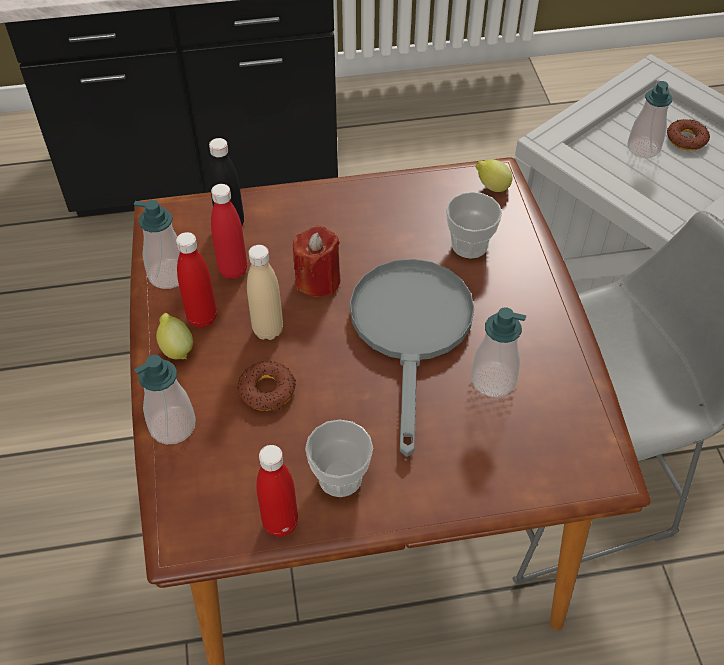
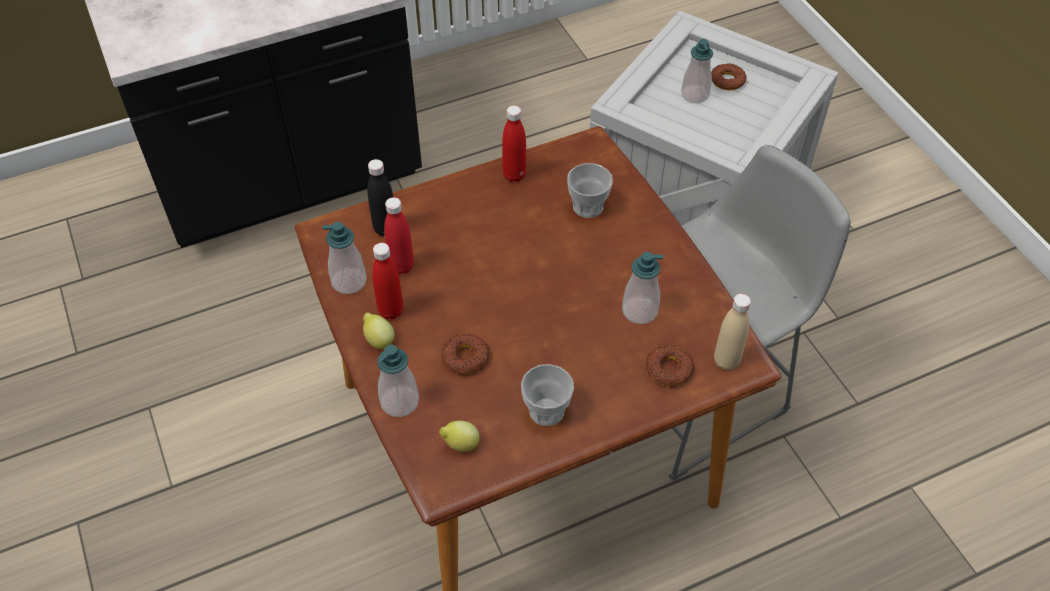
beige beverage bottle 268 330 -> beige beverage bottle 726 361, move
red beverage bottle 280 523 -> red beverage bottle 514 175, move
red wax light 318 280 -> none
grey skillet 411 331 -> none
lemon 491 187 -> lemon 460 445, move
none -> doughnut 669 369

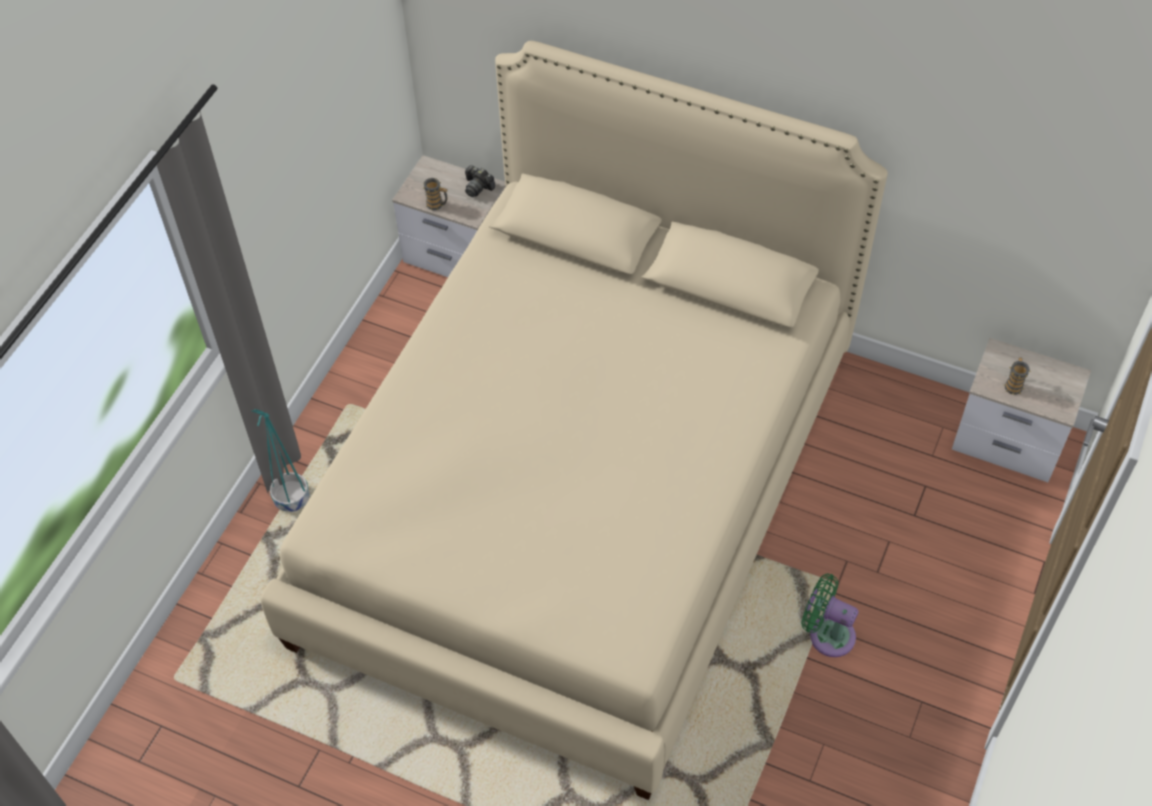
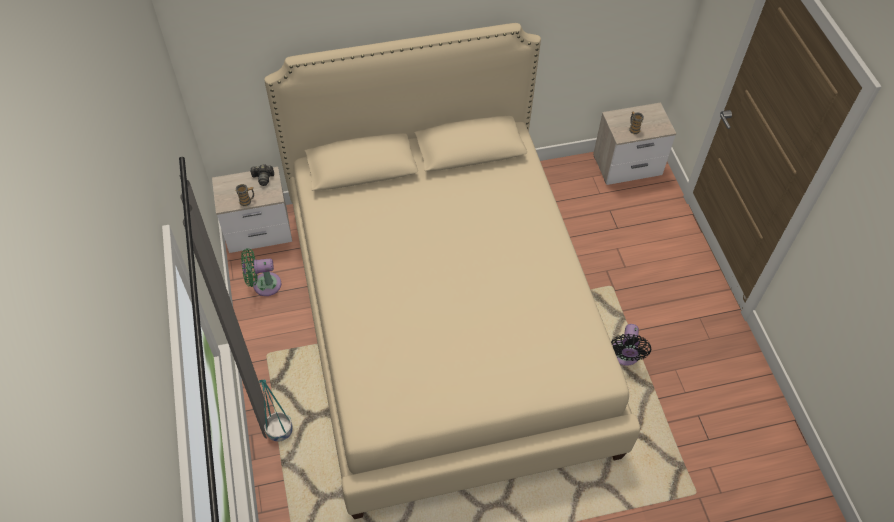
green electric fan 827 633 -> green electric fan 263 284, move
none -> blackish electric fan 624 356

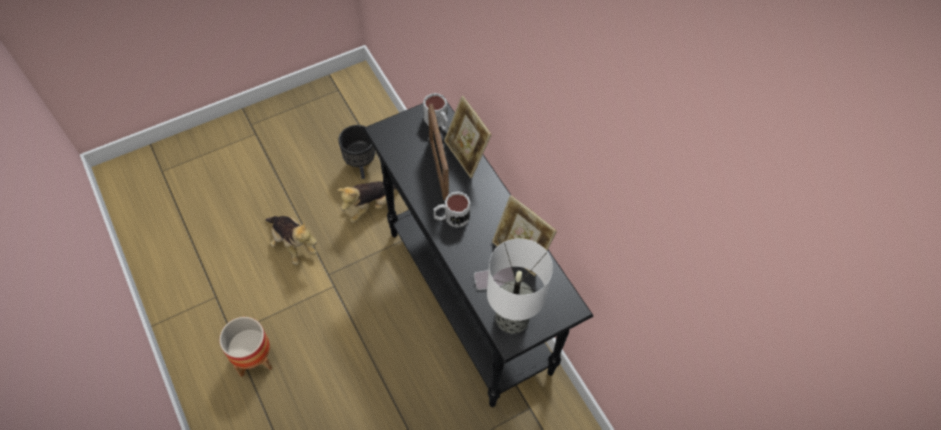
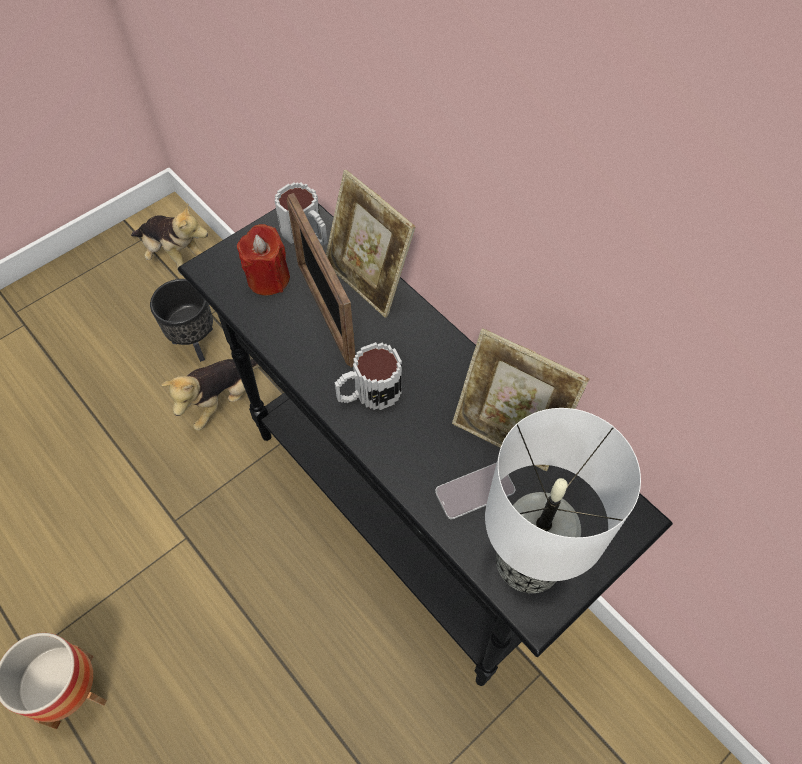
plush toy 293 244 -> plush toy 175 257, move
none -> red wax light 268 278

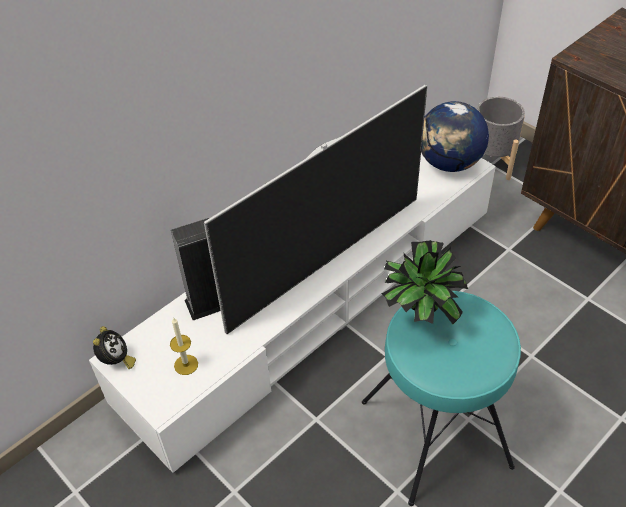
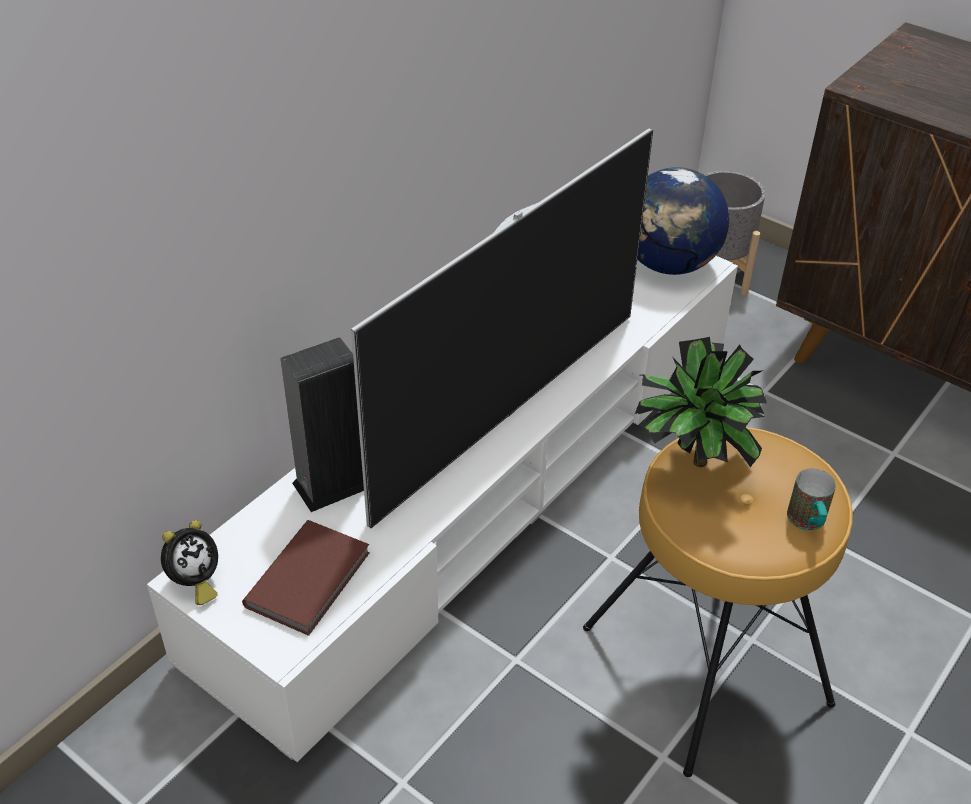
table clock 116 361 -> table clock 194 583, 45 degrees clockwise
wax light 186 365 -> brown book 311 579
blue-green stool 436 432 -> brown stool 707 663
none -> tea mug 808 523

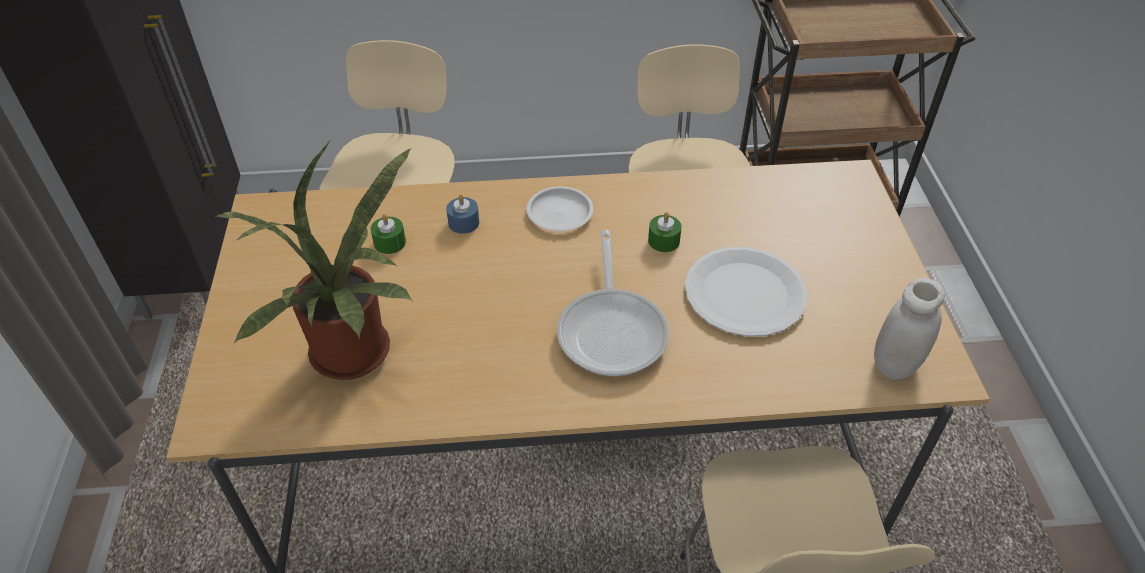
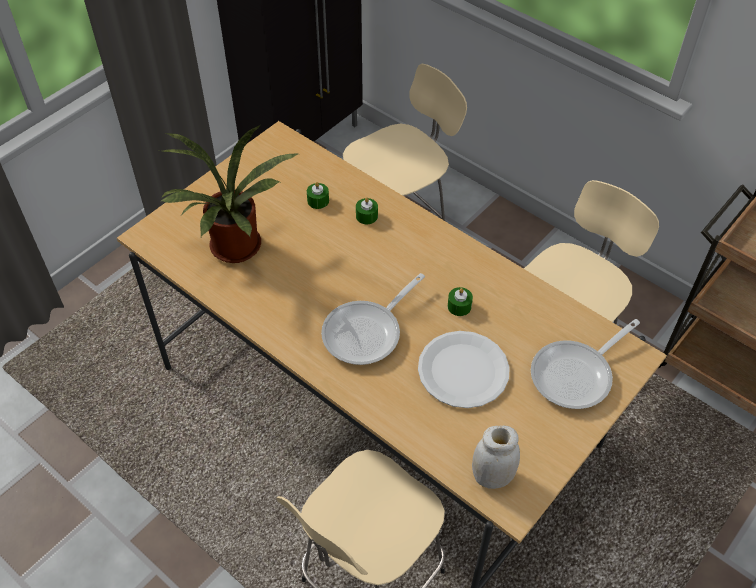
blue wax light 463 222 -> green wax light 366 216
whitish flat dish 559 213 -> none
none -> skillet 576 375

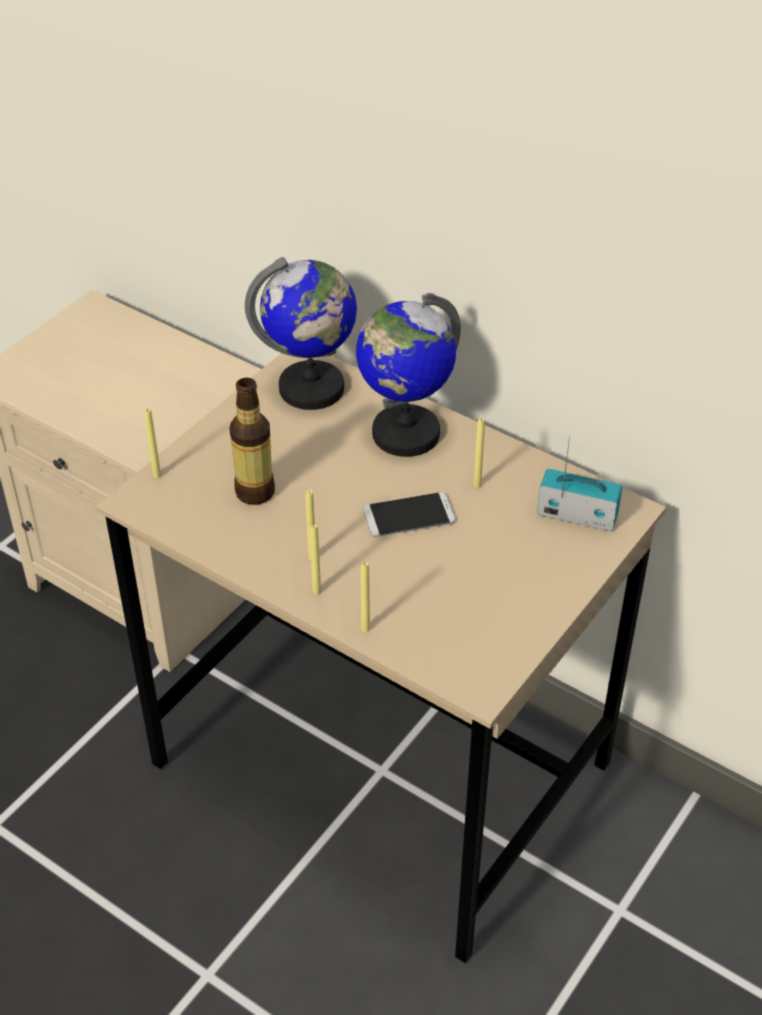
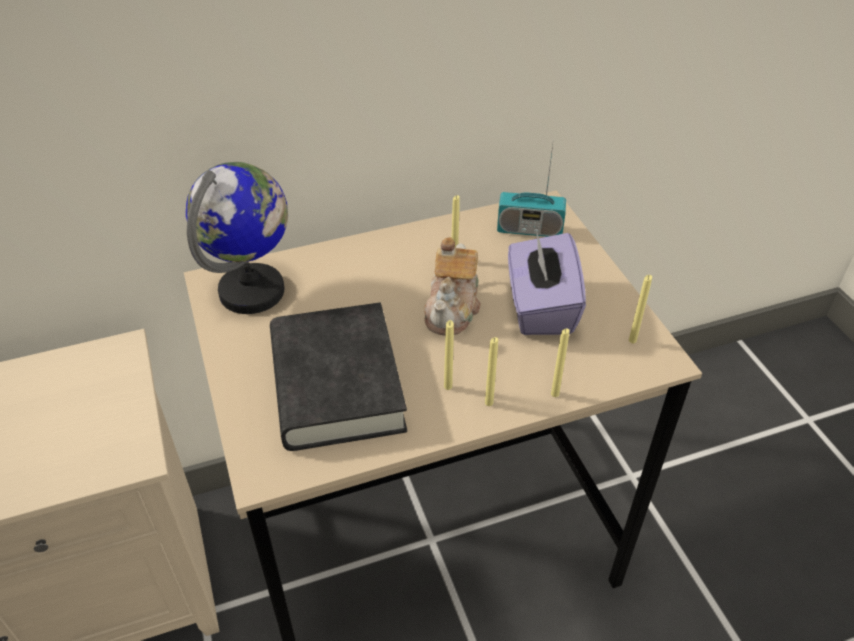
yellowish wax light 157 475 -> yellowish wax light 632 340, move
beverage bottle 255 492 -> blackish book 336 385
desk globe 404 433 -> none
phone 409 516 -> teapot 452 309
radio receiver 577 515 -> radio receiver 529 229, 135 degrees counterclockwise
none -> purple tissue holder 540 307

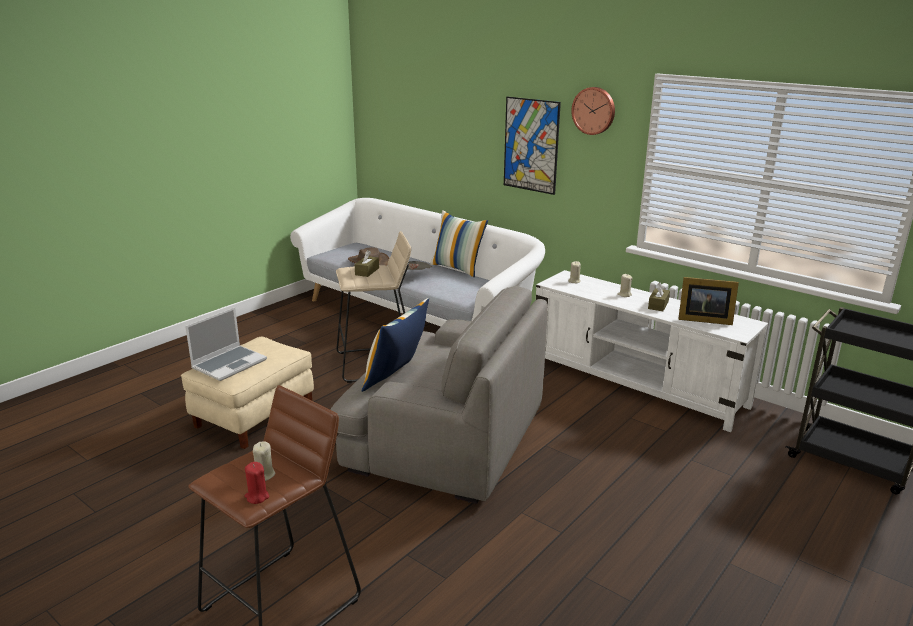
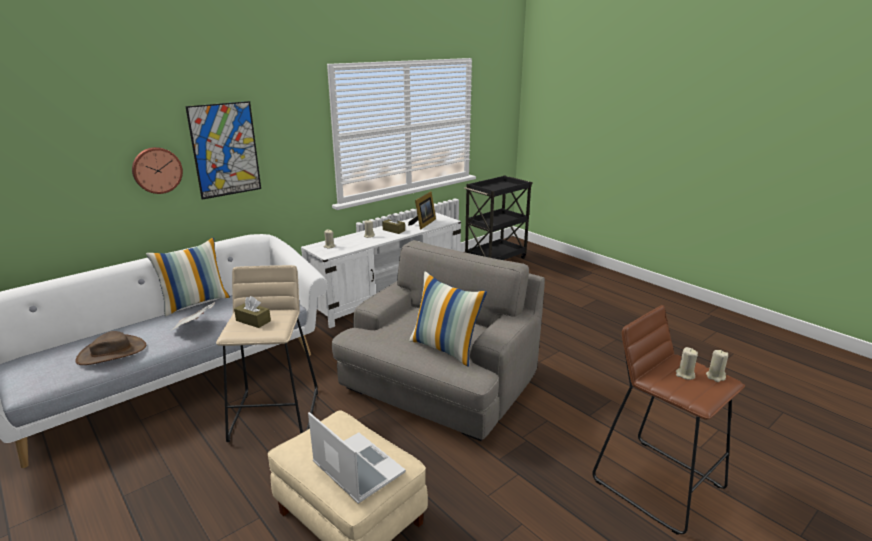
red wax light 257 497 -> beige wax light 715 376
hanging clock 594 110 -> hanging clock 157 170, move

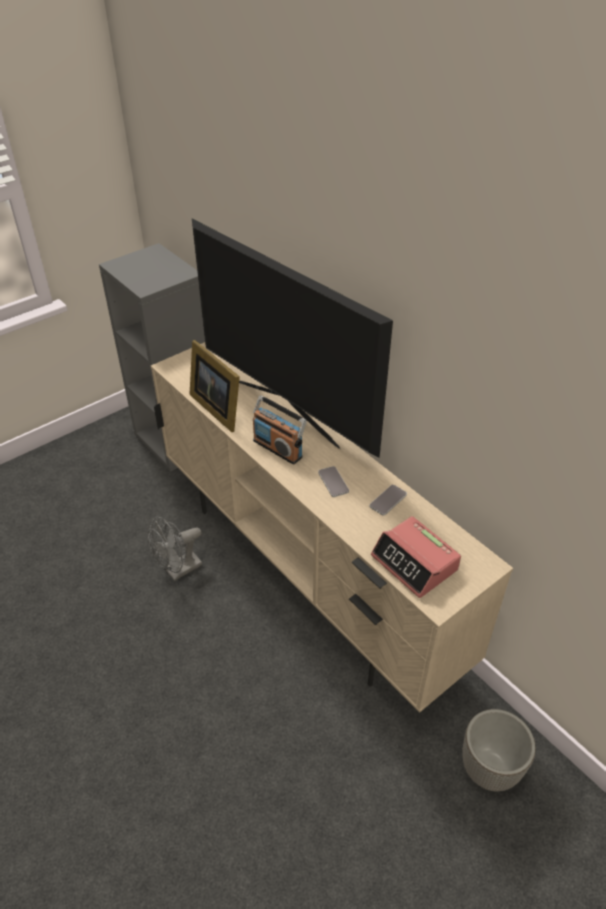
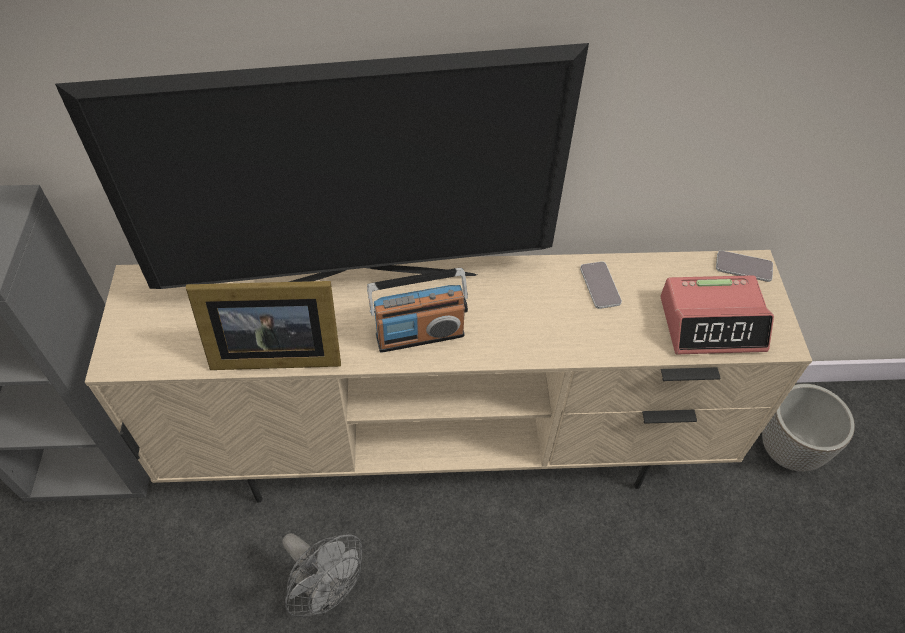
grey electric fan 178 570 -> grey electric fan 326 590, 45 degrees counterclockwise
phone 333 482 -> phone 743 267, move

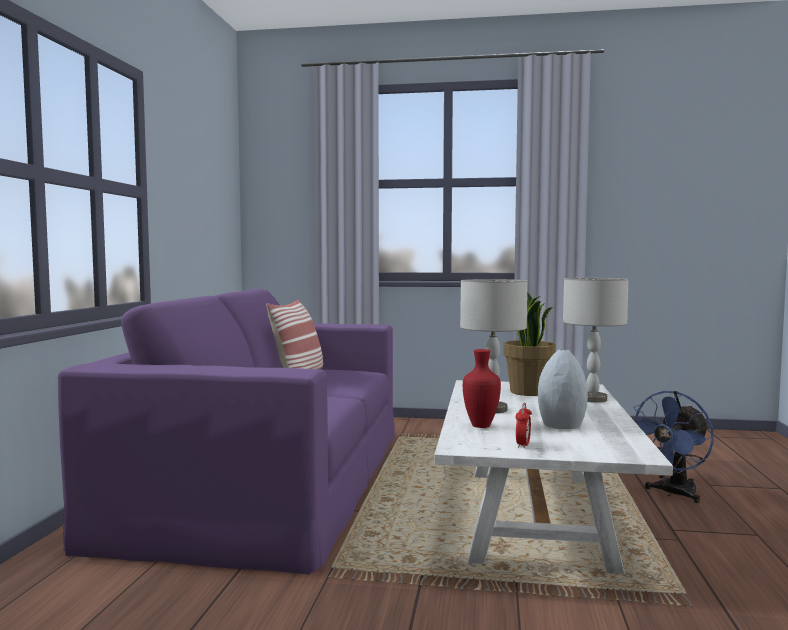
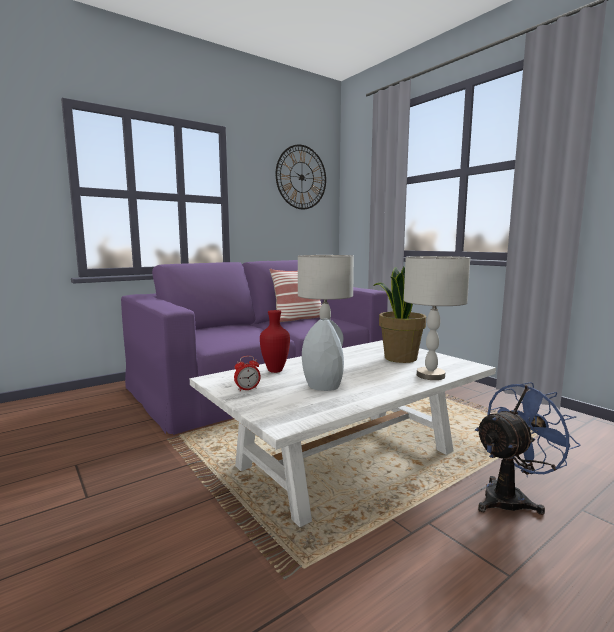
blue electric fan 673 494 -> blue electric fan 512 498, 150 degrees clockwise
none -> hanging clock 301 177

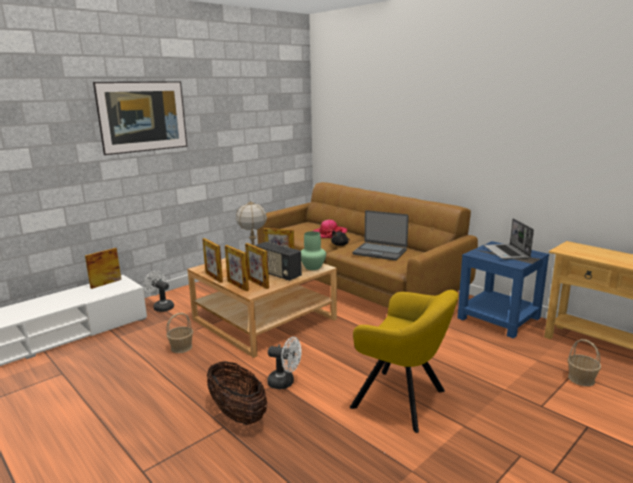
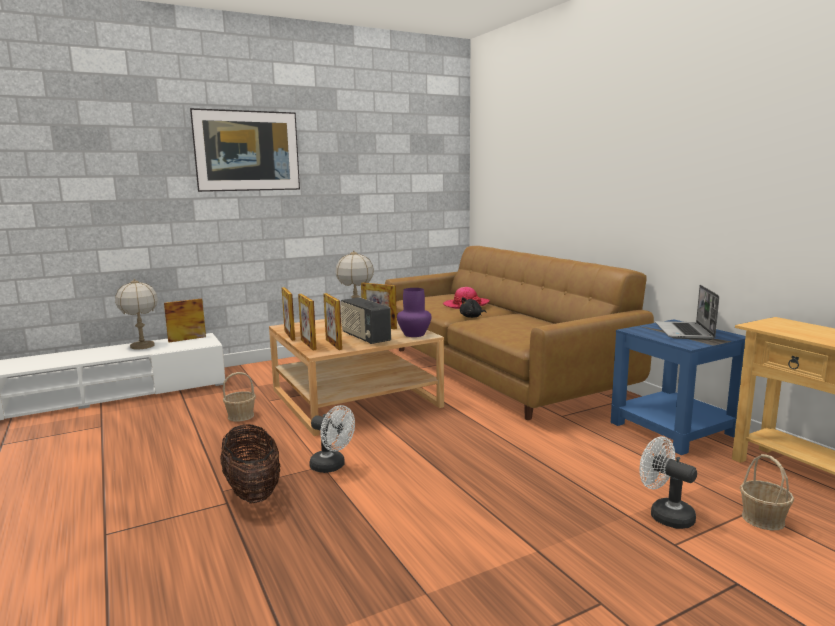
whitish electric fan 161 307 -> whitish electric fan 665 515, move
green flower vase 313 267 -> purple flower vase 414 334
yellowish armchair 403 401 -> none
portable computer 380 252 -> none
none -> tabletop lamp 142 346

